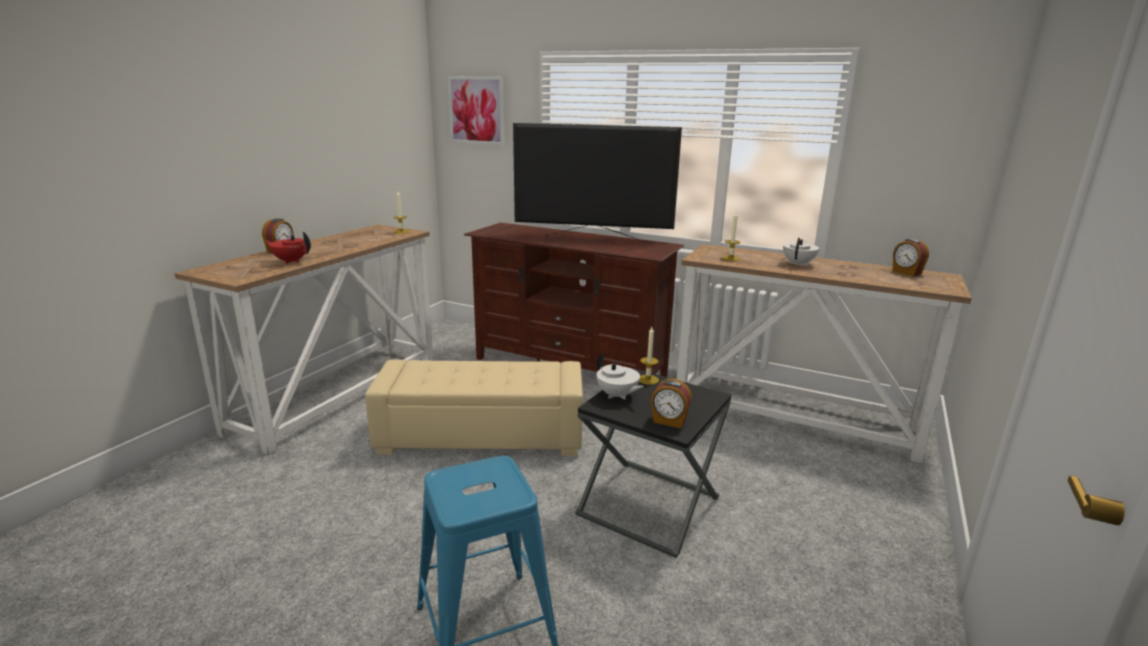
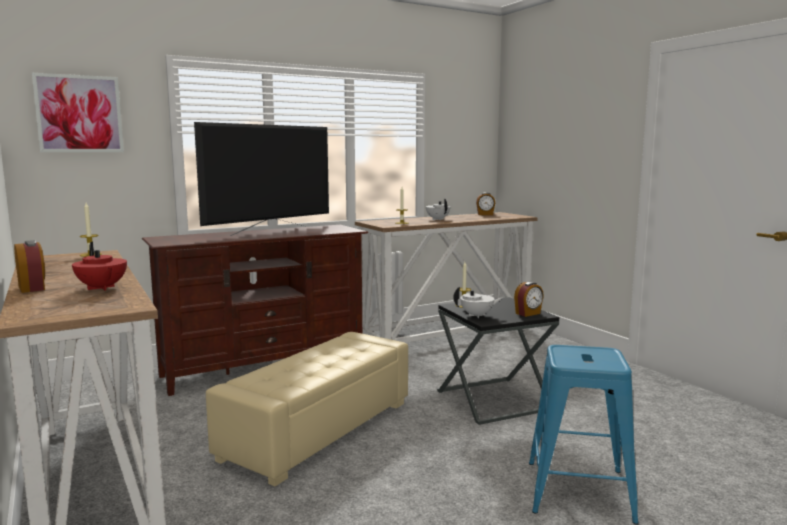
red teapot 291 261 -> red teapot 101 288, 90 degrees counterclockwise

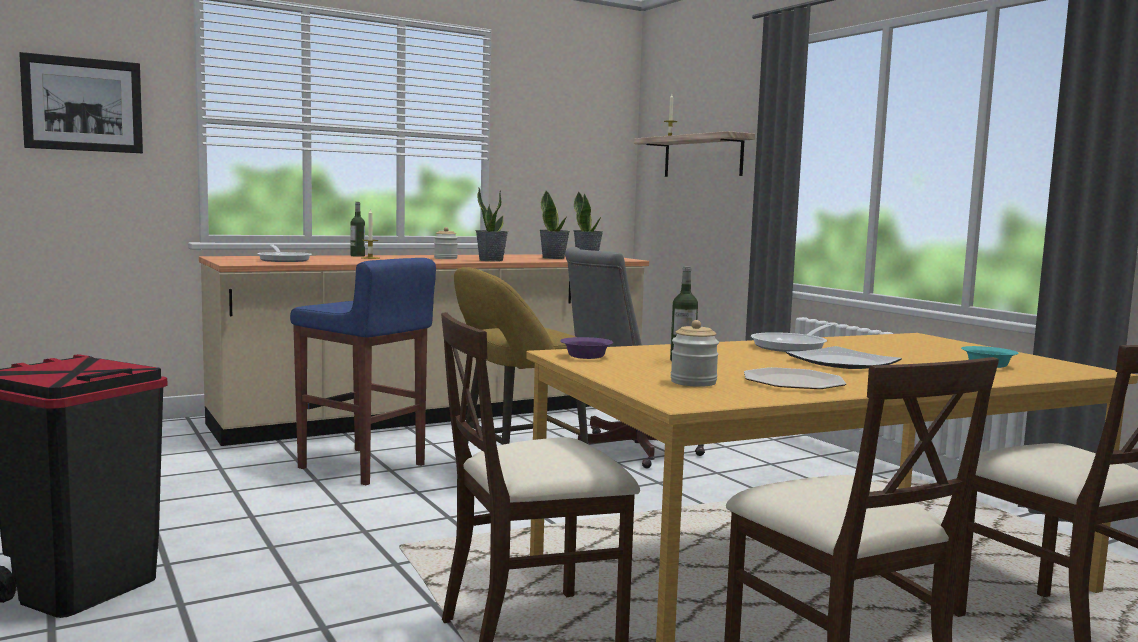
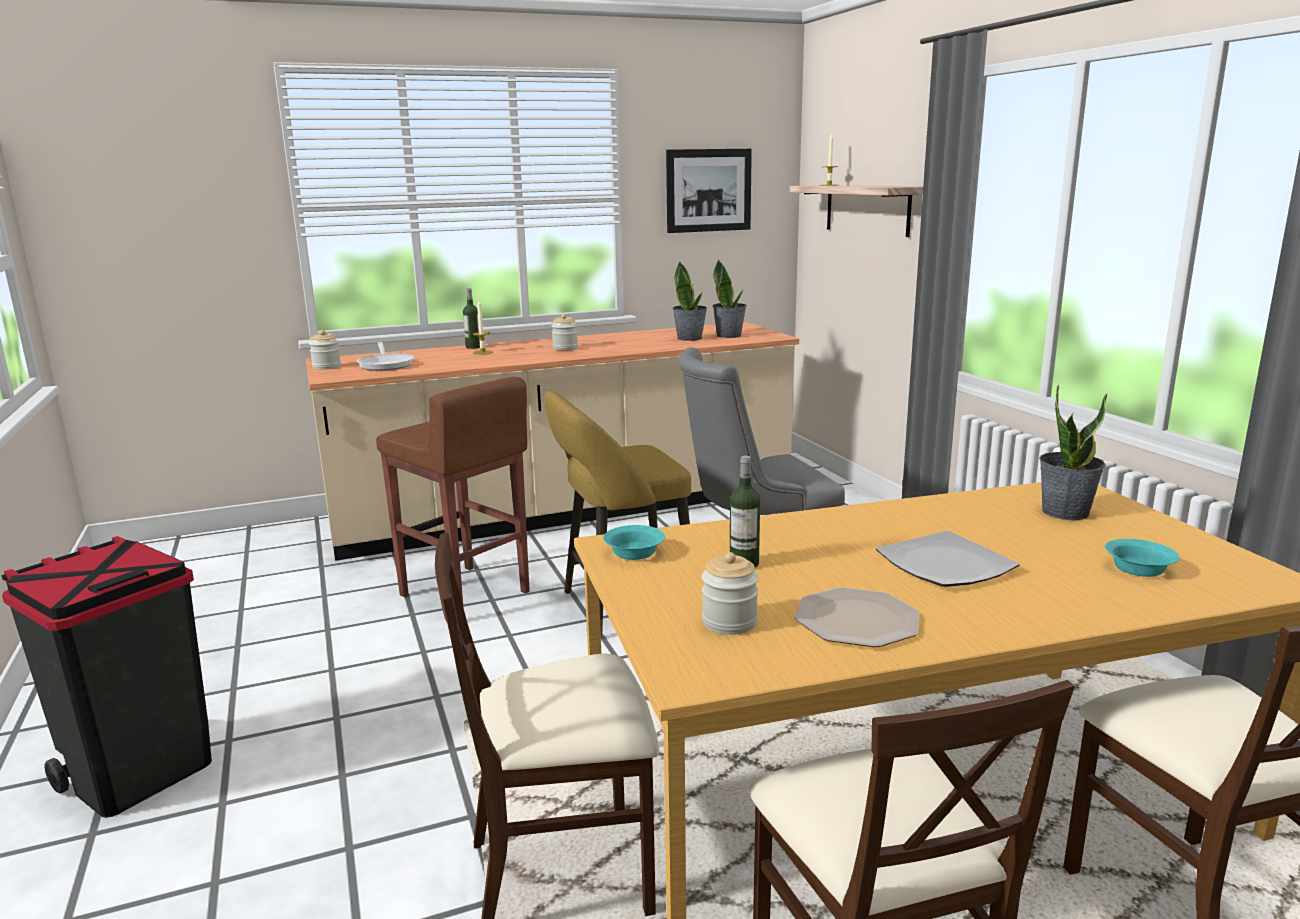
wall art 83 104 -> wall art 708 190, move
blue stool 362 467 -> brown stool 464 594
houseplant 491 260 -> houseplant 1065 512, move
purple serving bowl 585 356 -> blue-green serving bowl 633 552
skillet 793 346 -> none
none -> preserve jar 326 367

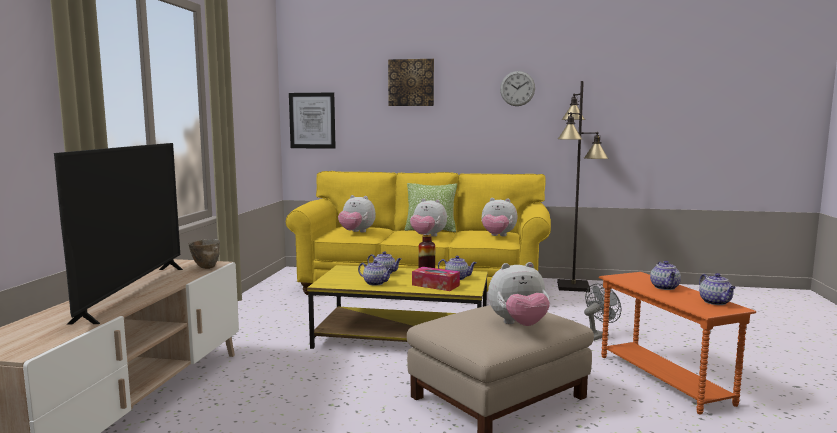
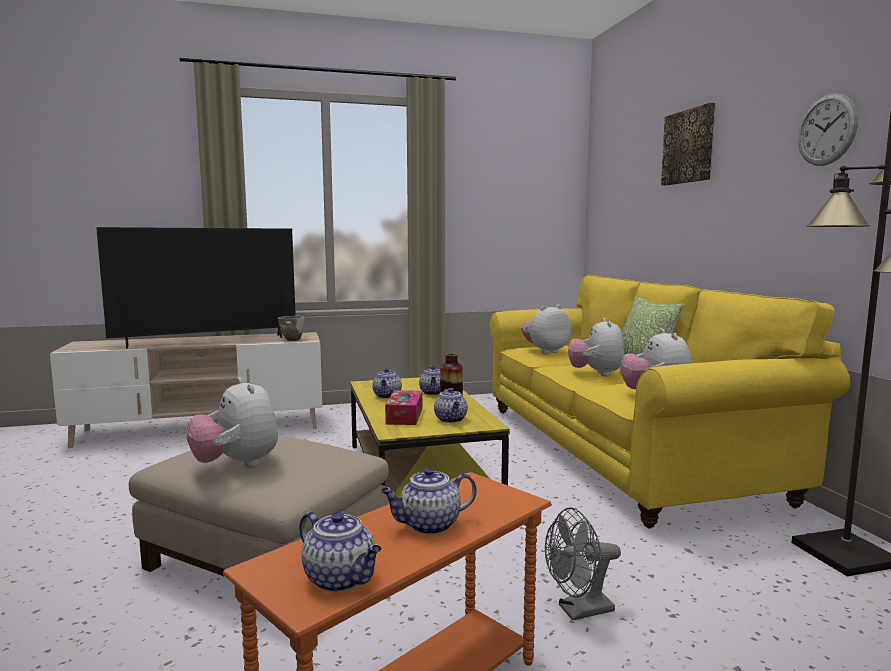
wall art 312 120 -> none
plush toy 356 232 -> plush toy 545 351, 60 degrees clockwise
grey electric fan 597 335 -> grey electric fan 578 611, 135 degrees clockwise
teapot 716 302 -> teapot 341 579, 105 degrees counterclockwise

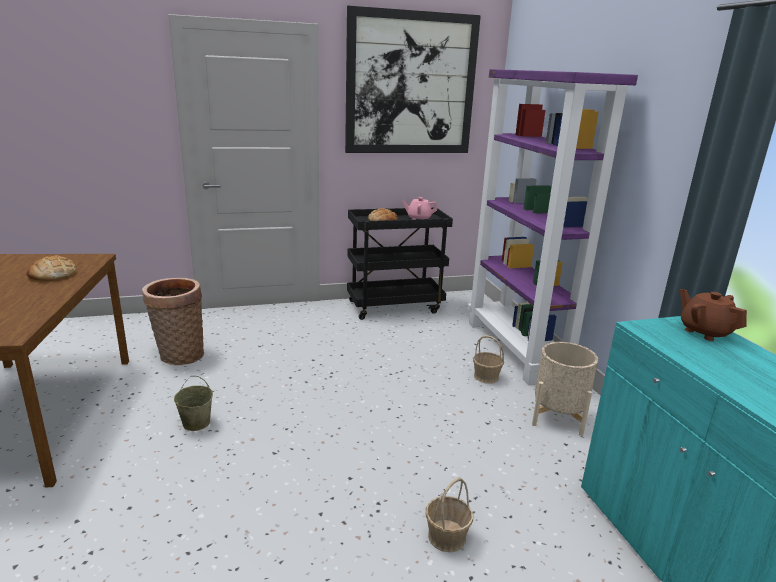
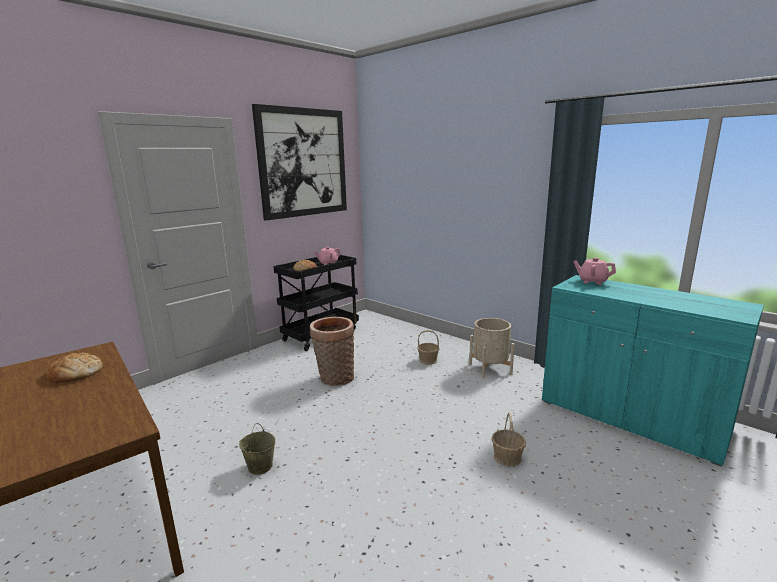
storage basket 179 355 -> storage basket 335 379, move
purple bookshelf 517 349 -> none
brown teapot 704 332 -> pink-coloured teapot 592 281

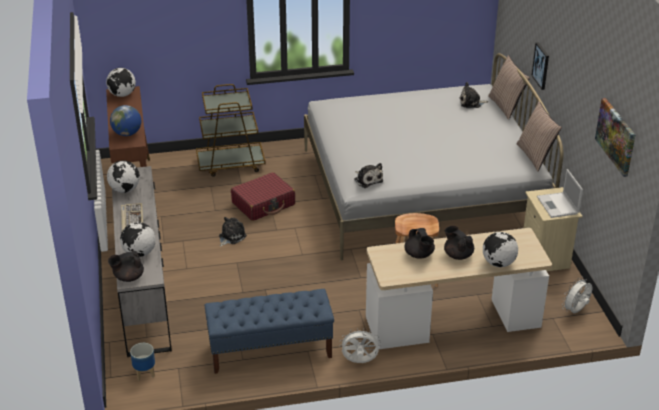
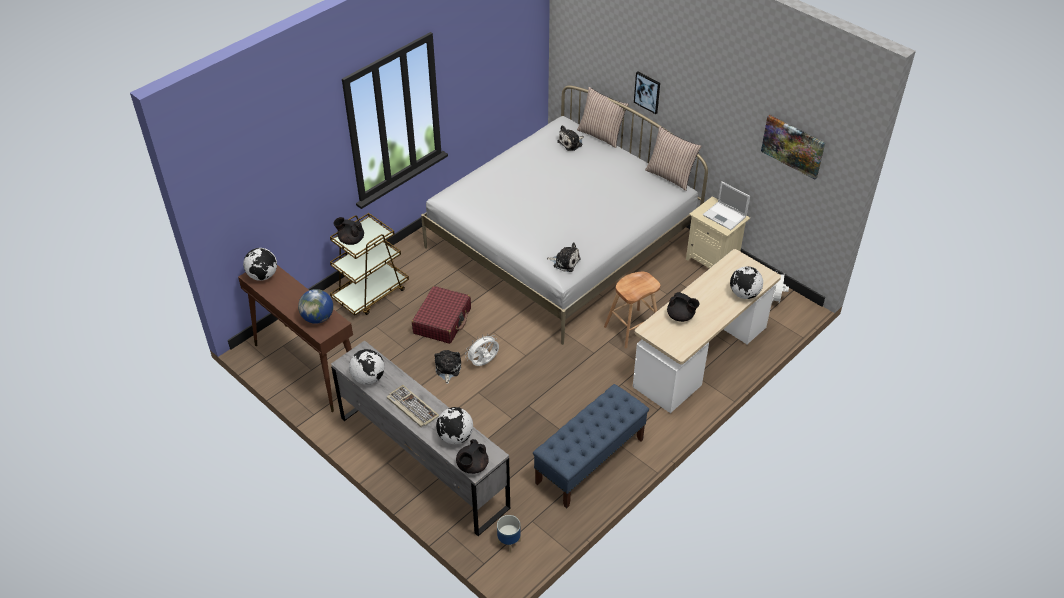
whitish electric fan 359 362 -> whitish electric fan 483 363, move
blackish teapot 458 255 -> blackish teapot 351 240, move

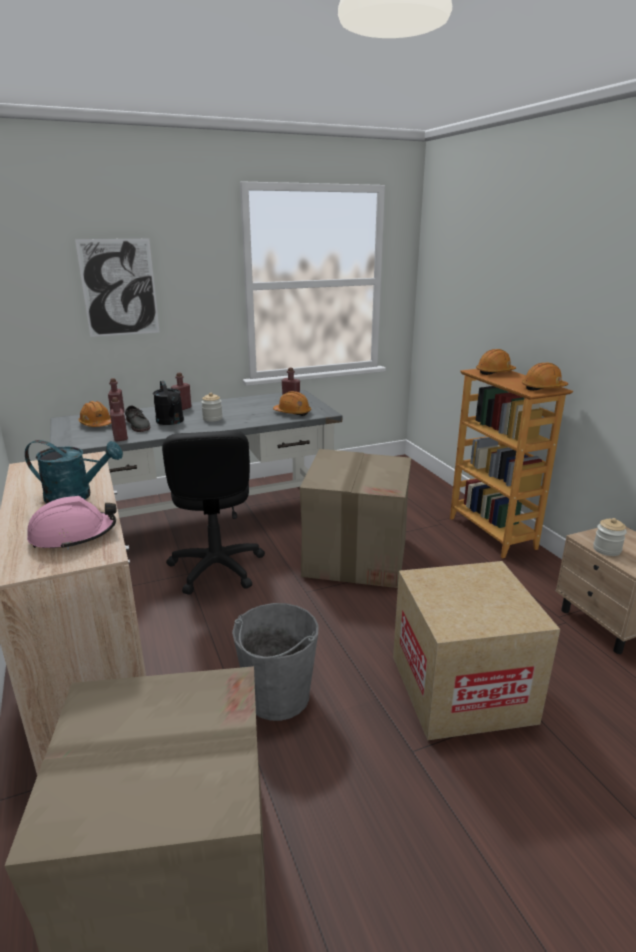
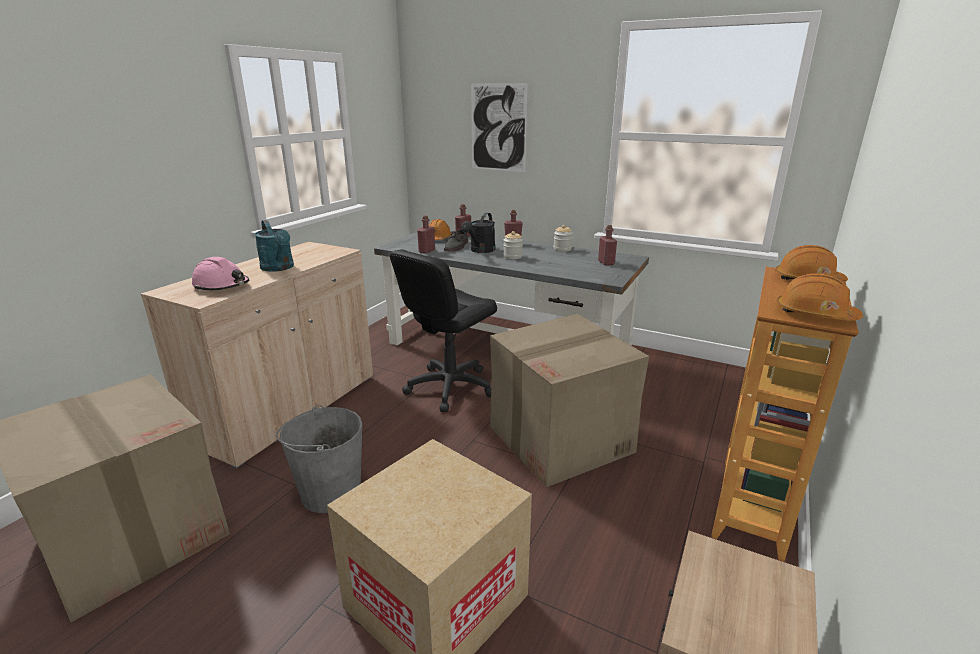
orange work helmet 292 413 -> none
preserve jar 607 549 -> preserve jar 562 249, move

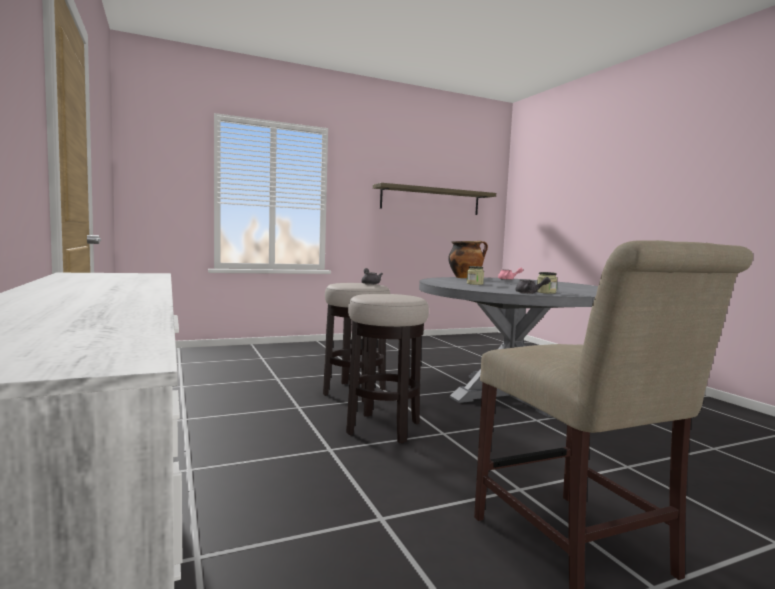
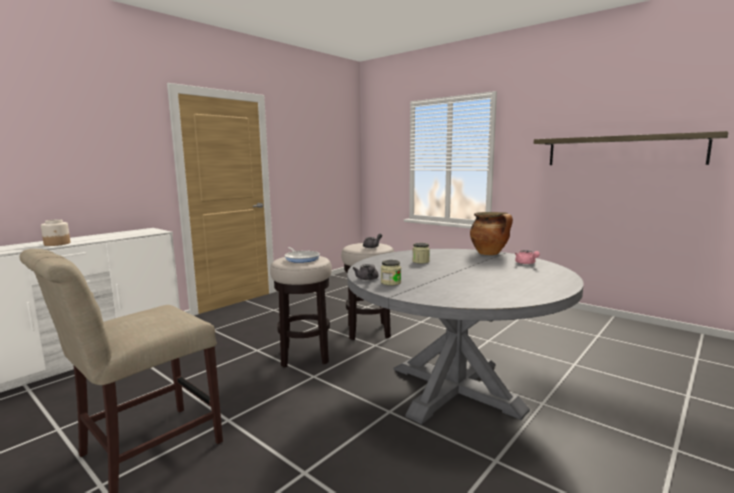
none -> preserve jar 57 244
none -> skillet 301 258

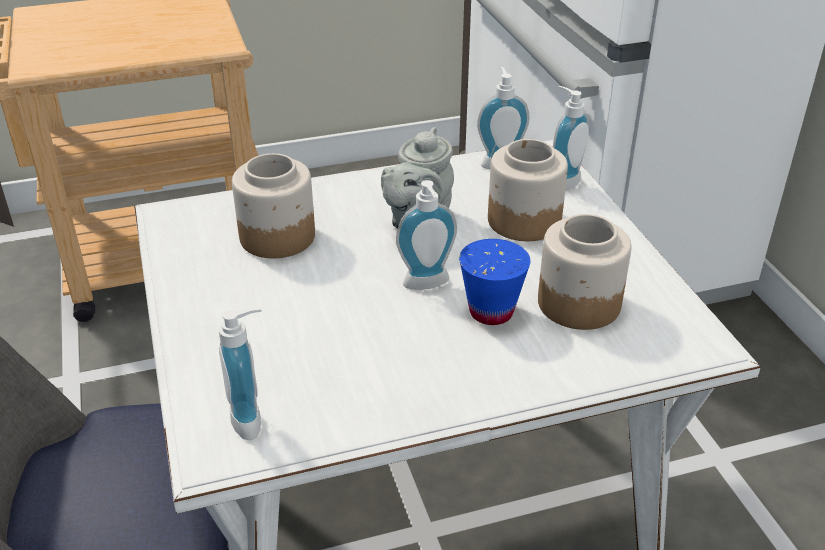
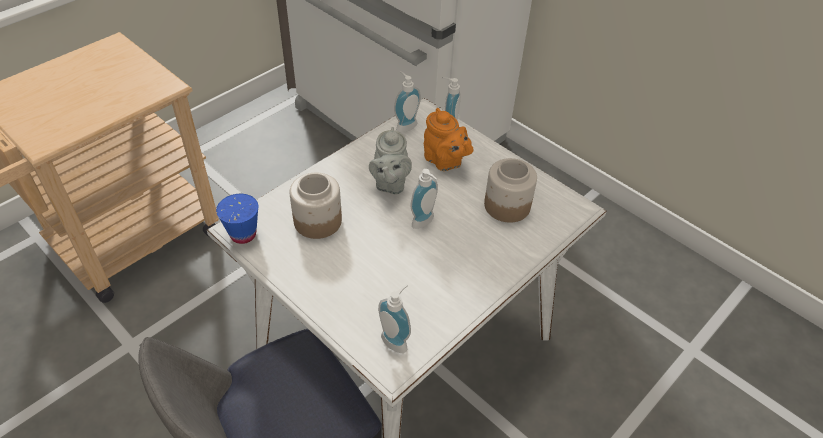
blue drinking cup 491 312 -> blue drinking cup 243 234, move
preserve jar 523 220 -> orange teapot 445 162

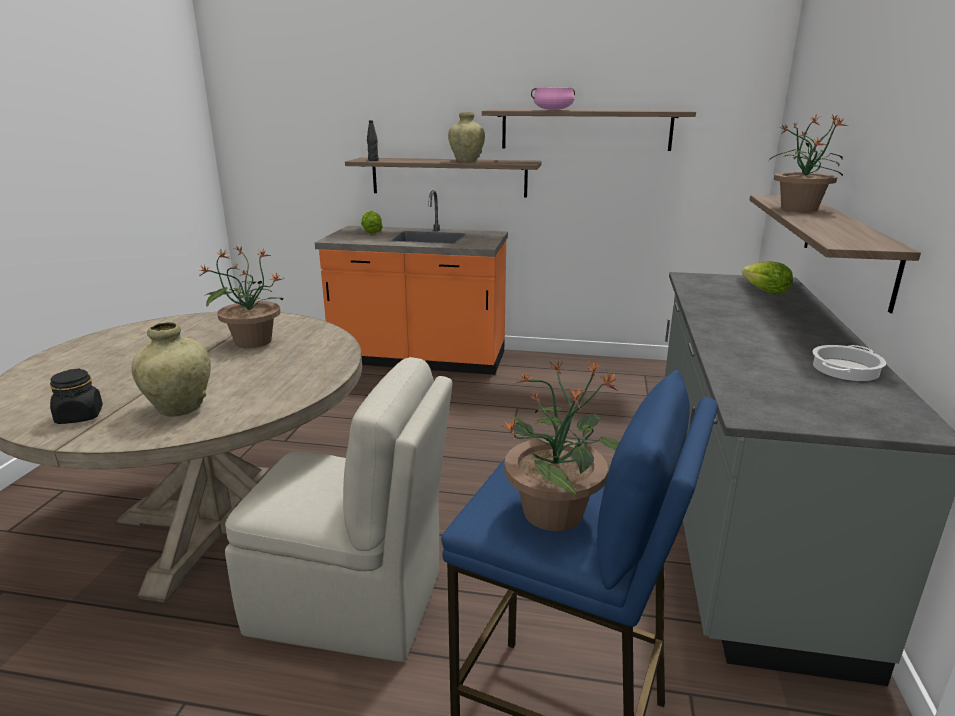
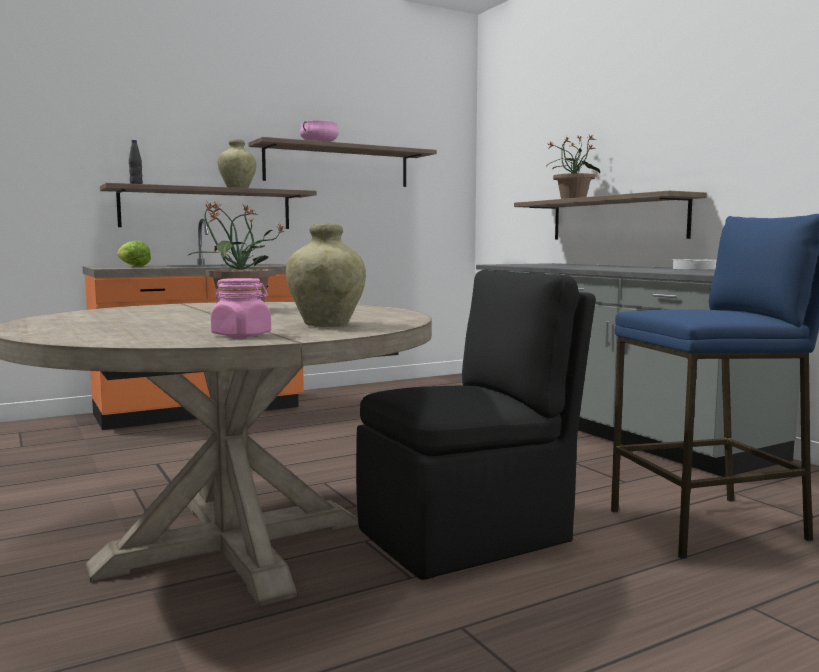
blackish preserve jar 80 416 -> pink-coloured preserve jar 242 335
beige chair 351 603 -> blackish chair 469 535
houseplant 554 511 -> none
head of lettuce 765 291 -> none

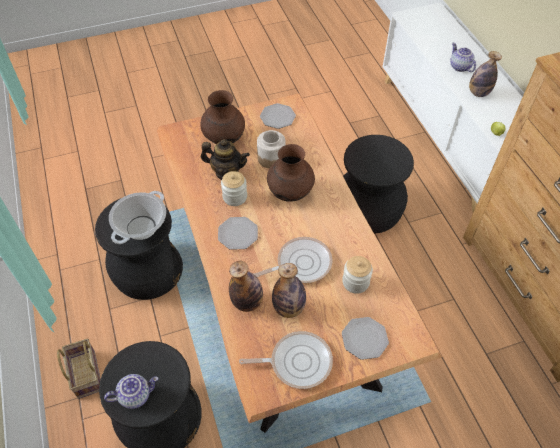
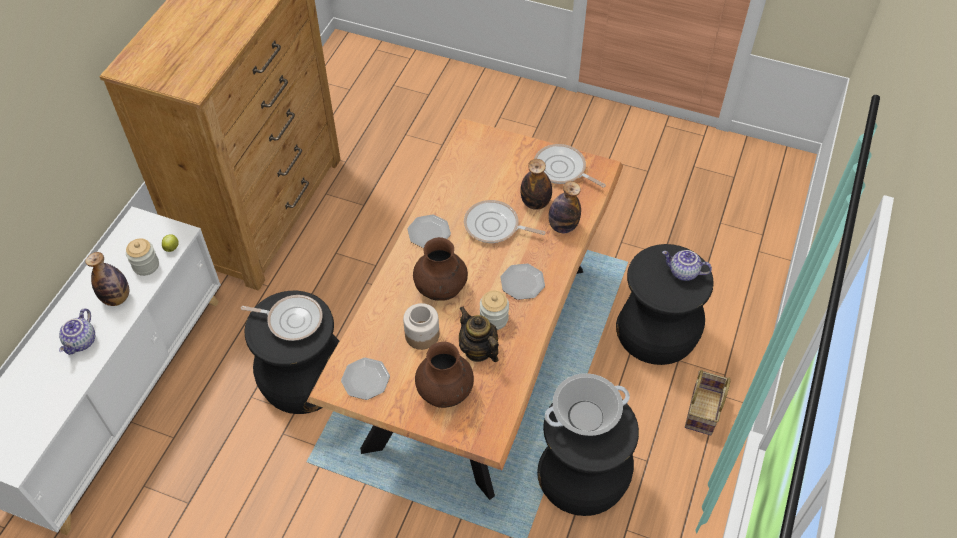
preserve jar 355 282 -> preserve jar 146 265, move
flat dish 365 338 -> flat dish 428 233, move
none -> skillet 292 320

